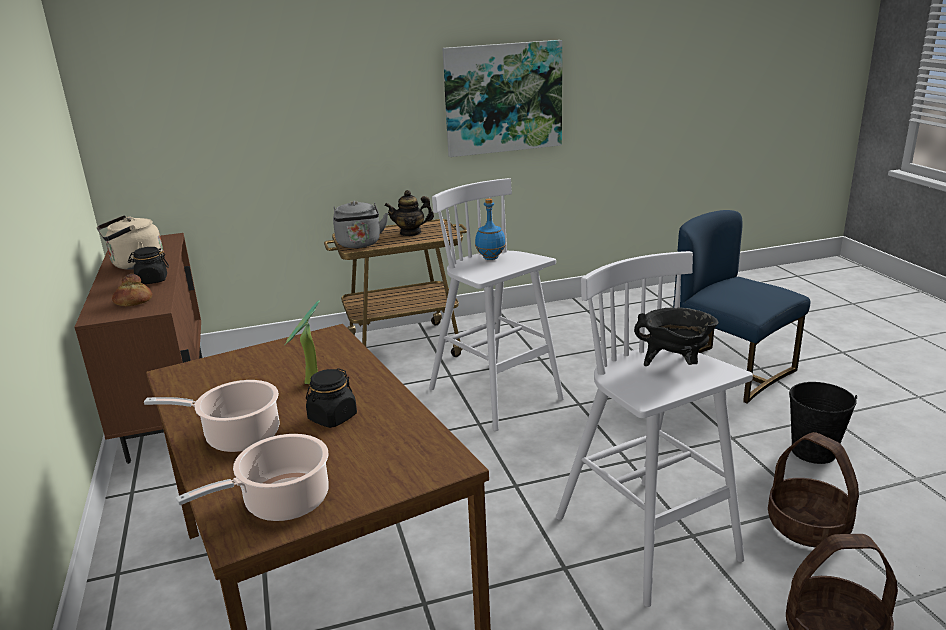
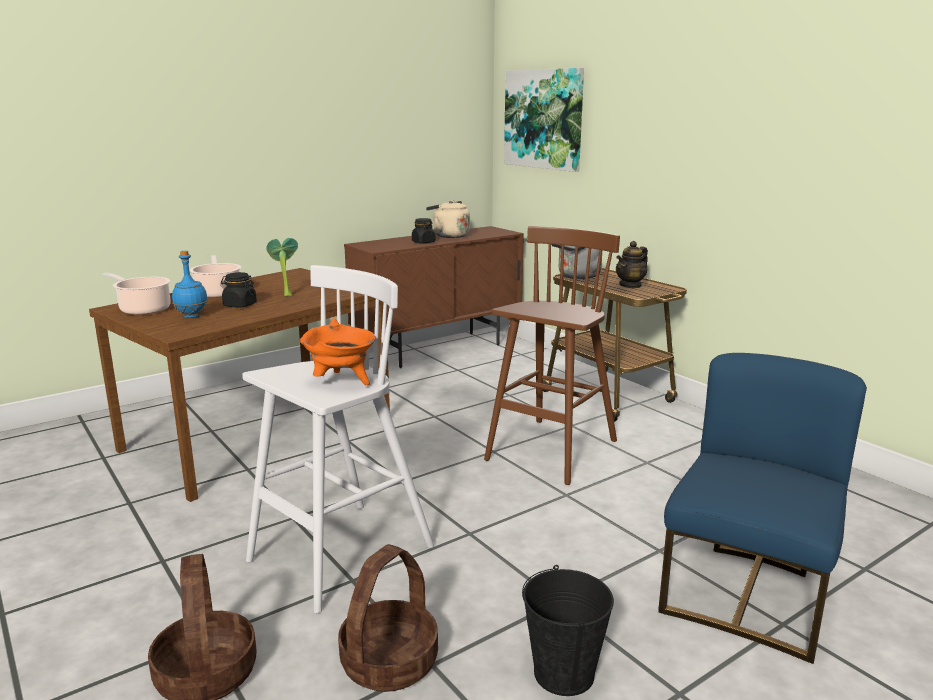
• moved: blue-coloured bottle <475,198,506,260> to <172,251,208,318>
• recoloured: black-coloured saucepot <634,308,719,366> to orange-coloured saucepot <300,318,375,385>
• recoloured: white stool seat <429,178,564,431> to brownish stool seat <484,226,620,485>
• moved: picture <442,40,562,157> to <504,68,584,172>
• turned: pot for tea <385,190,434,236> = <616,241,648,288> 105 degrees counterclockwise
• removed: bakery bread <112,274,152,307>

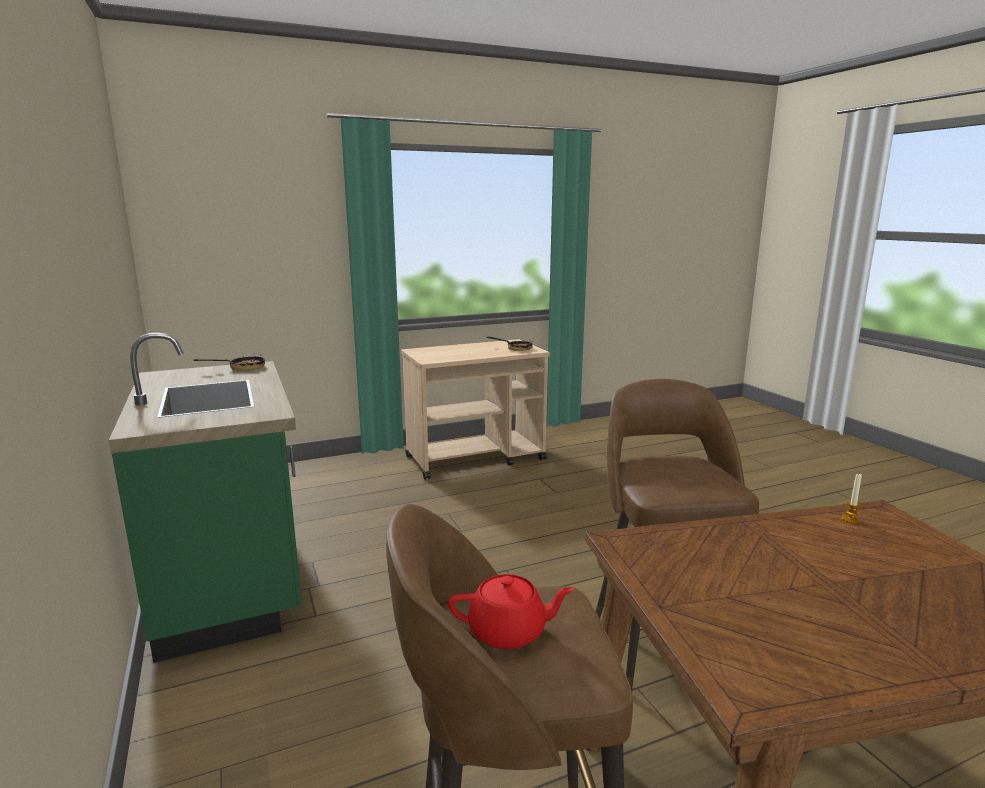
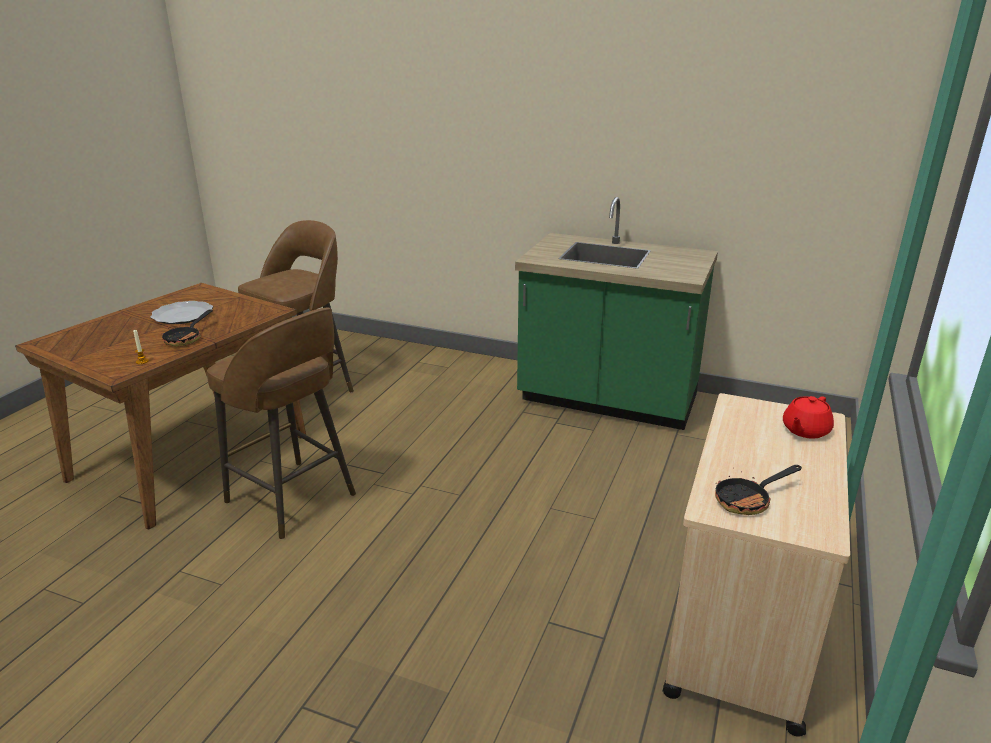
• added: plate <151,301,213,324>
• moved: pan <194,354,265,371> to <162,309,212,347>
• moved: red-coloured pot for tea <448,574,574,649> to <783,396,834,439>

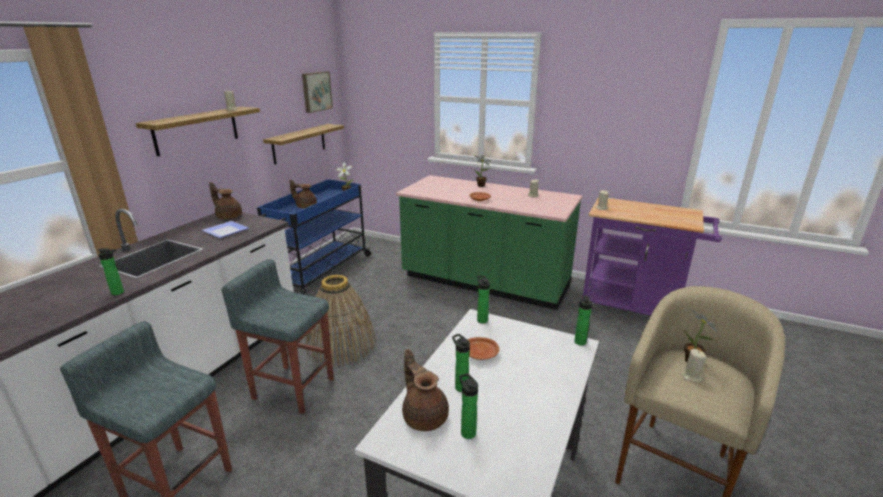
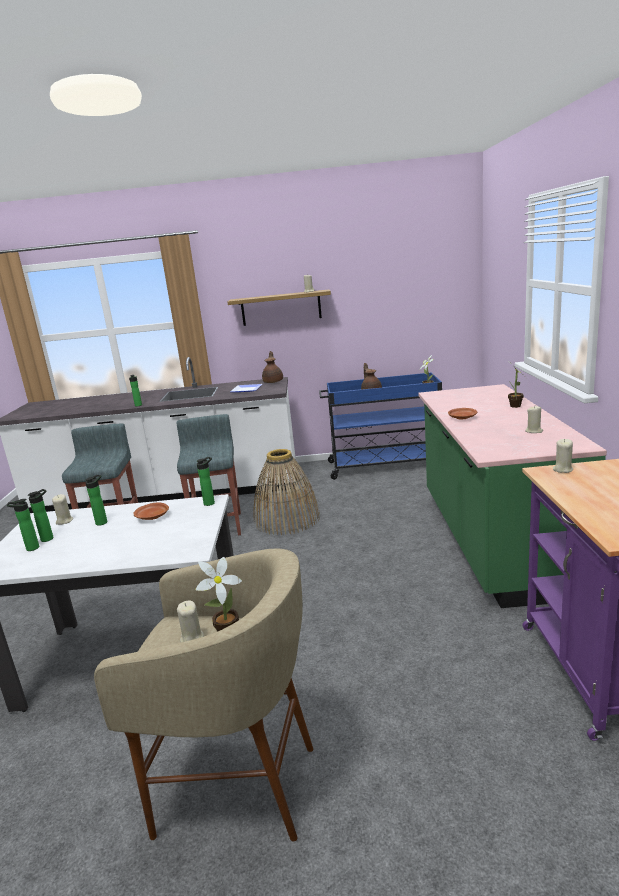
• moved: bottle <574,295,593,346> to <7,499,39,551>
• replaced: brownish pot for tea <402,349,449,431> to beige wax light <52,494,73,525>
• removed: wall shelf <263,124,344,164>
• removed: picture <302,72,333,113>

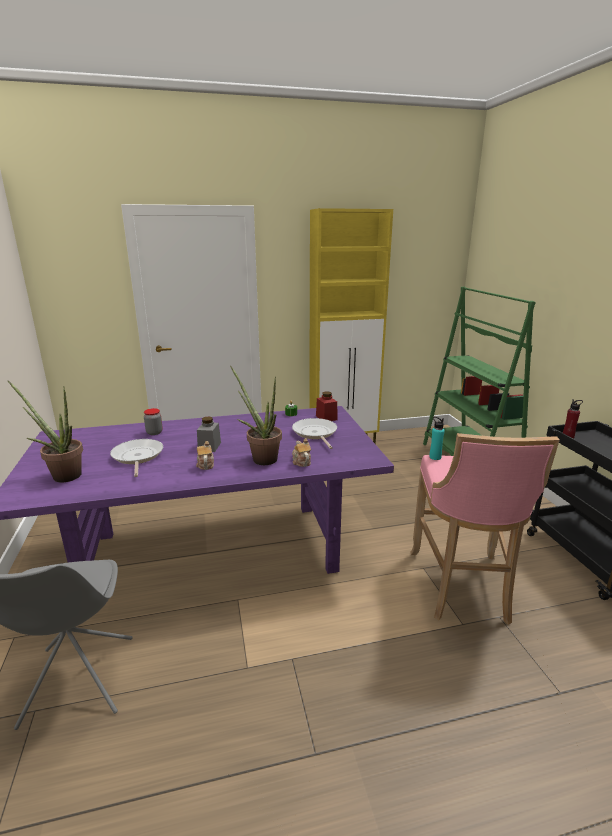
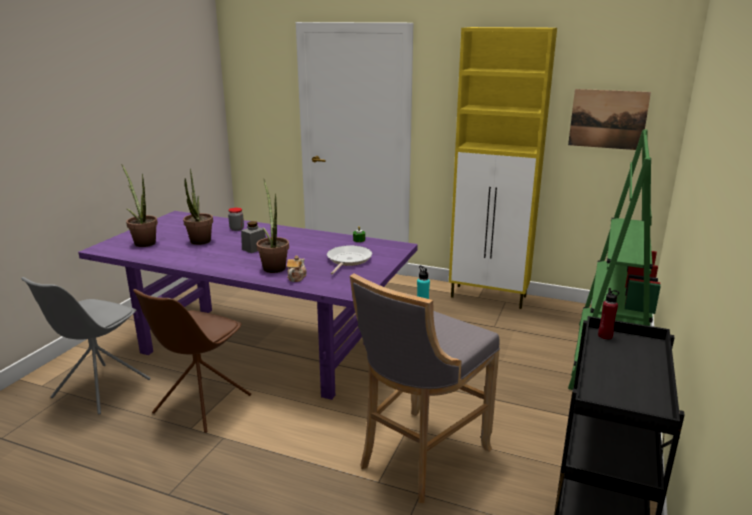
• added: brownish upright chair <133,289,251,433>
• replaced: pan <110,439,163,477> to houseplant <183,169,213,245>
• recoloured: pink-coloured stool seat <411,433,560,625> to gray stool seat <350,273,500,503>
• added: picture <568,89,651,150>
• removed: pot for tea <196,441,214,470>
• removed: red-coloured preserve jar <316,391,338,421>

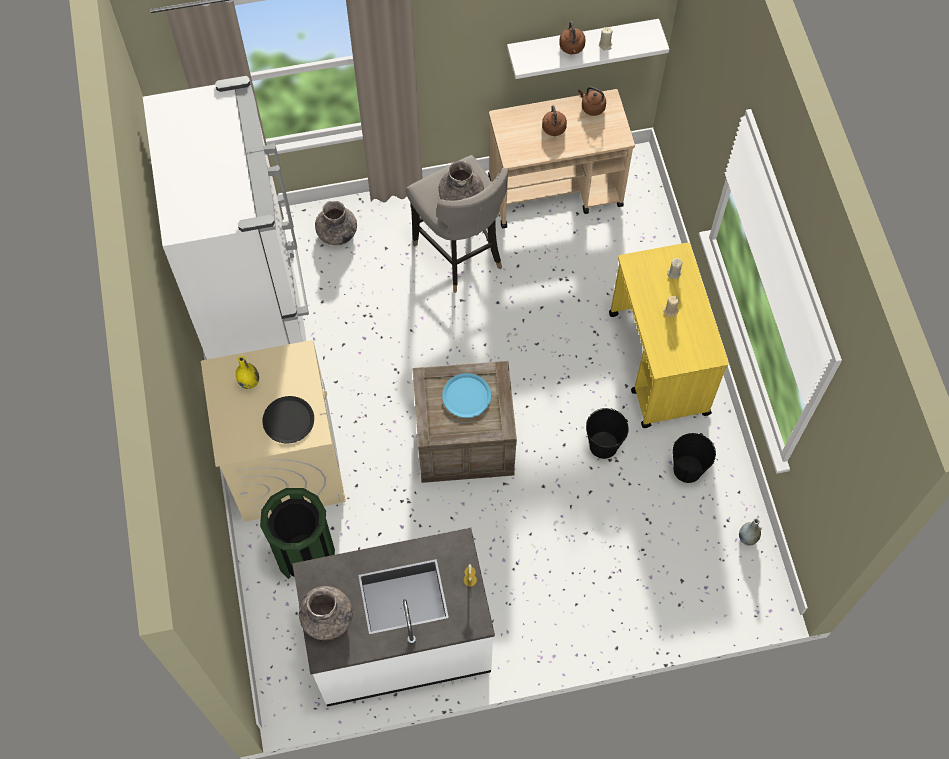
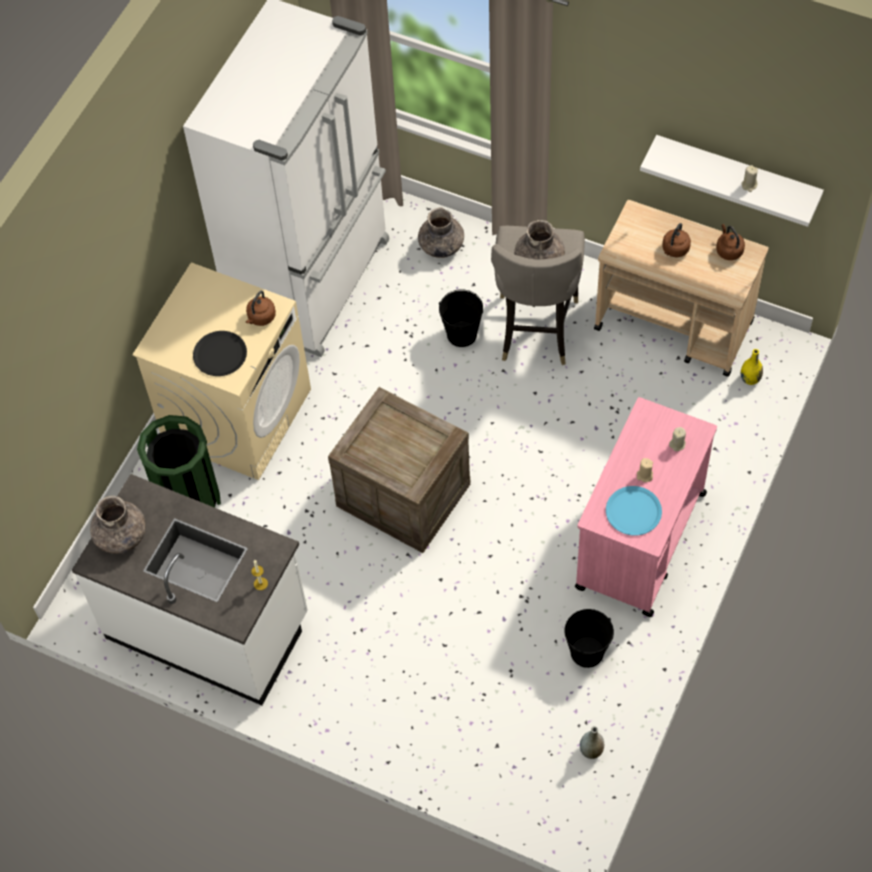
• moved: brownish tea kettle <559,21,585,54> to <246,291,276,326>
• moved: black-coloured water bucket <586,408,629,459> to <439,289,483,347>
• recoloured: yellow wheeled cart <609,242,729,428> to pink-coloured wheeled cart <575,397,717,617>
• moved: blue-coloured plate <442,373,491,418> to <606,486,662,536>
• moved: yellow decorative vase <236,356,259,389> to <740,349,763,385>

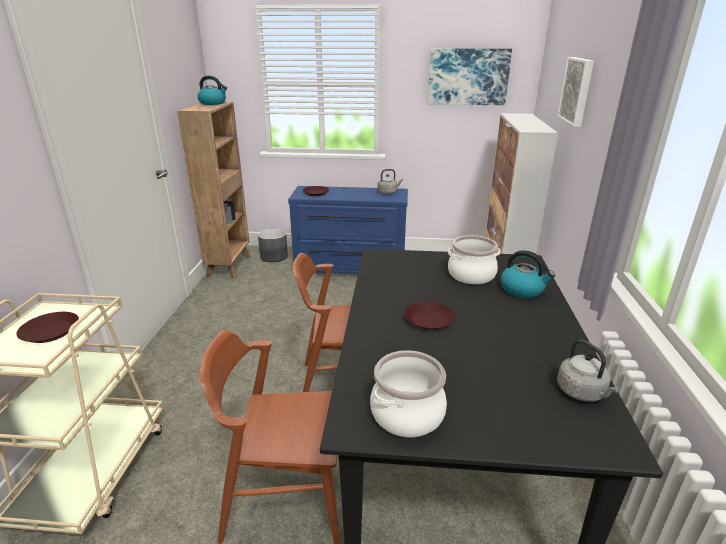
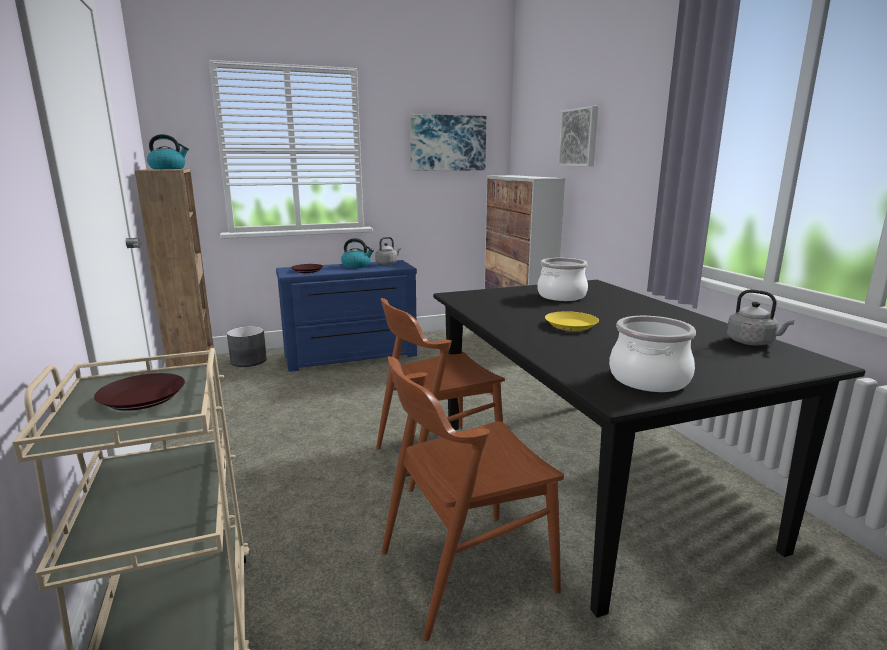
• moved: tea kettle <501,250,555,298> to <341,238,374,268>
• recoloured: brownish plate <404,301,455,330> to yellow plate <545,311,599,331>

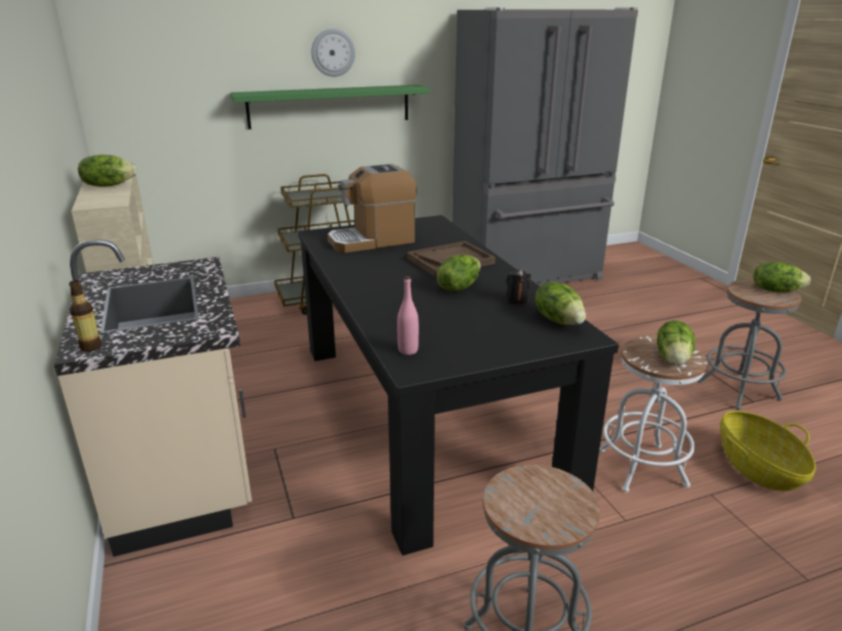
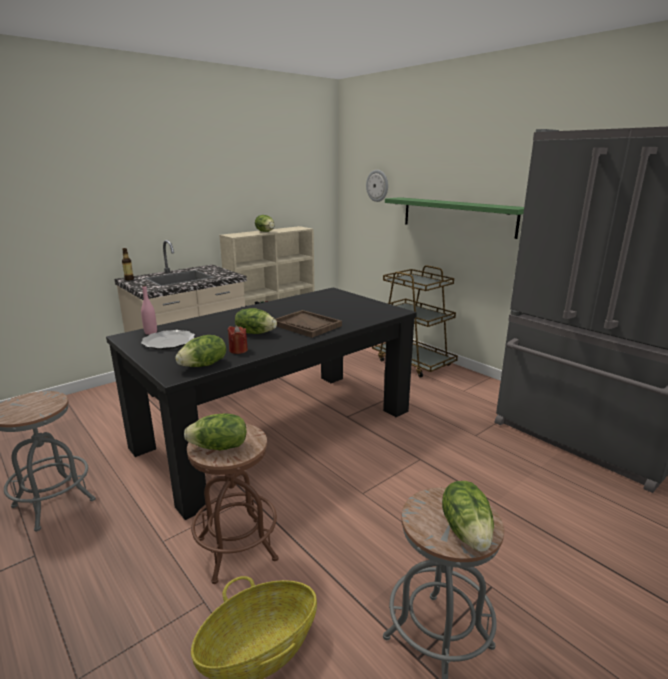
• added: plate <141,330,195,350>
• recoloured: white stool seat <599,336,707,492> to brownish stool seat <187,423,279,584>
• recoloured: black-coloured wax light <506,269,532,305> to red-coloured wax light <227,326,248,354>
• moved: clock on the wall <311,29,355,77> to <366,170,388,202>
• removed: coffee machine <328,164,417,253>

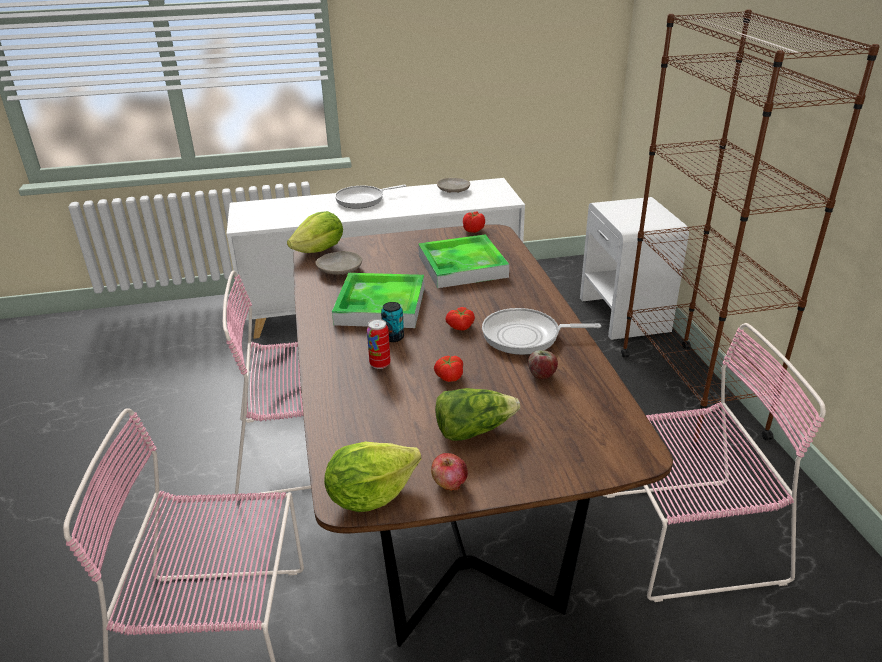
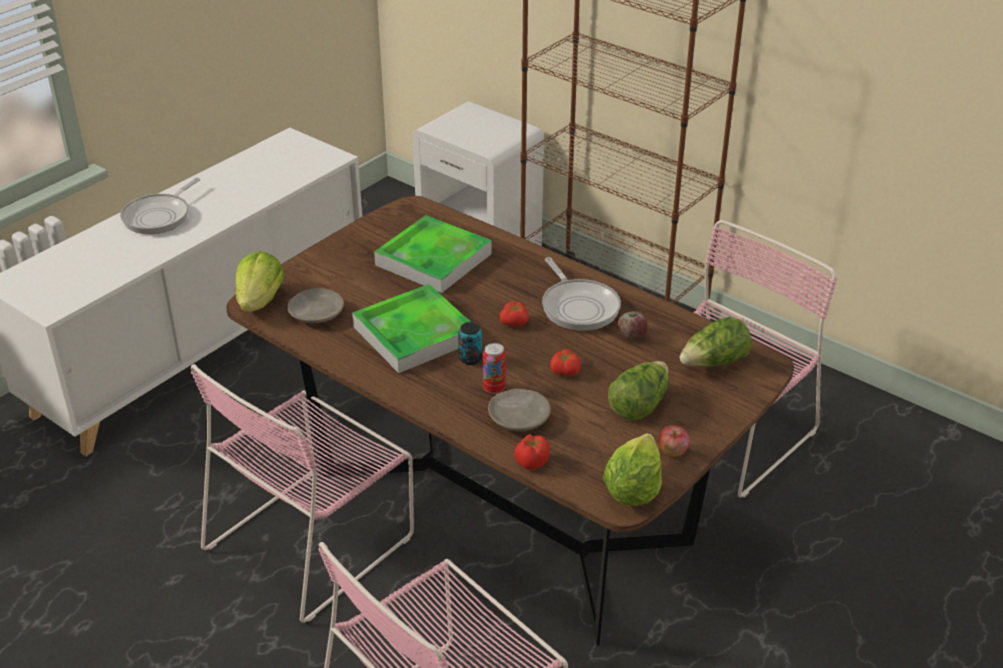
• moved: beige plate <437,178,470,193> to <488,389,551,431>
• moved: whole tomato <463,211,485,233> to <514,434,550,470>
• turned: pan <482,308,601,355> = <542,257,621,331> 75 degrees counterclockwise
• added: lettuce <680,317,752,367>

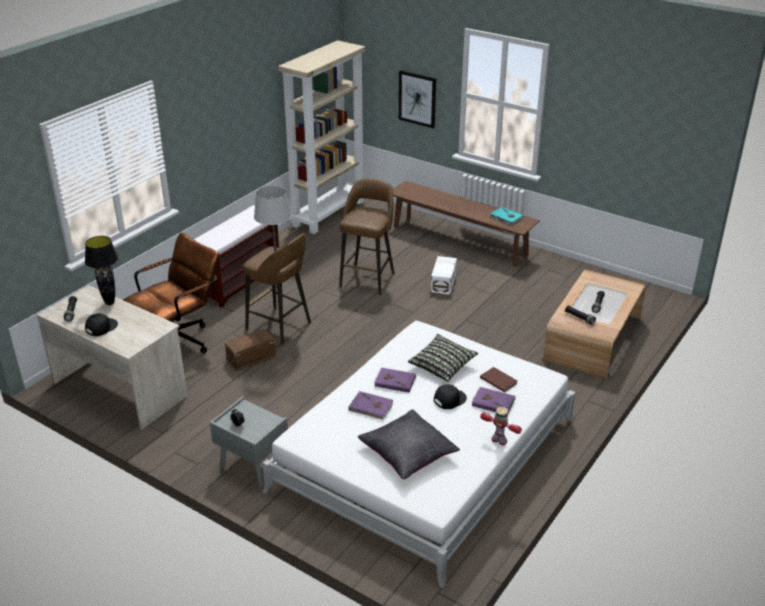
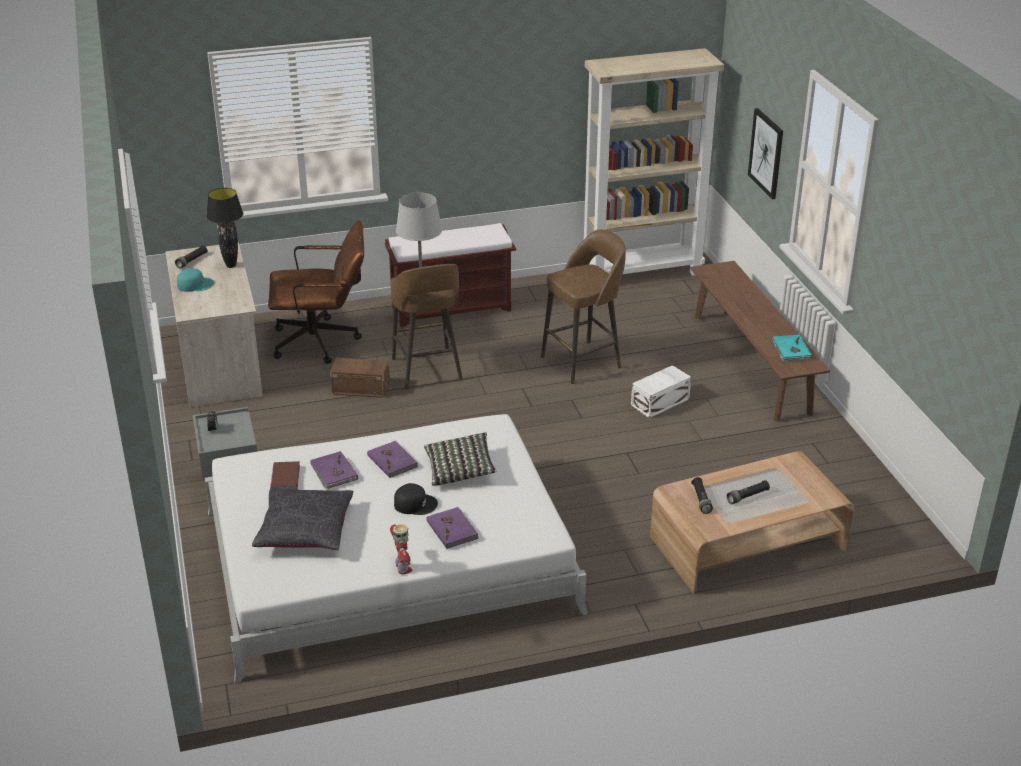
• recoloured: black-coloured baseball cap <85,313,118,336> to turquoise baseball cap <177,268,214,292>
• moved: brownish book <480,367,517,392> to <270,461,300,490>

